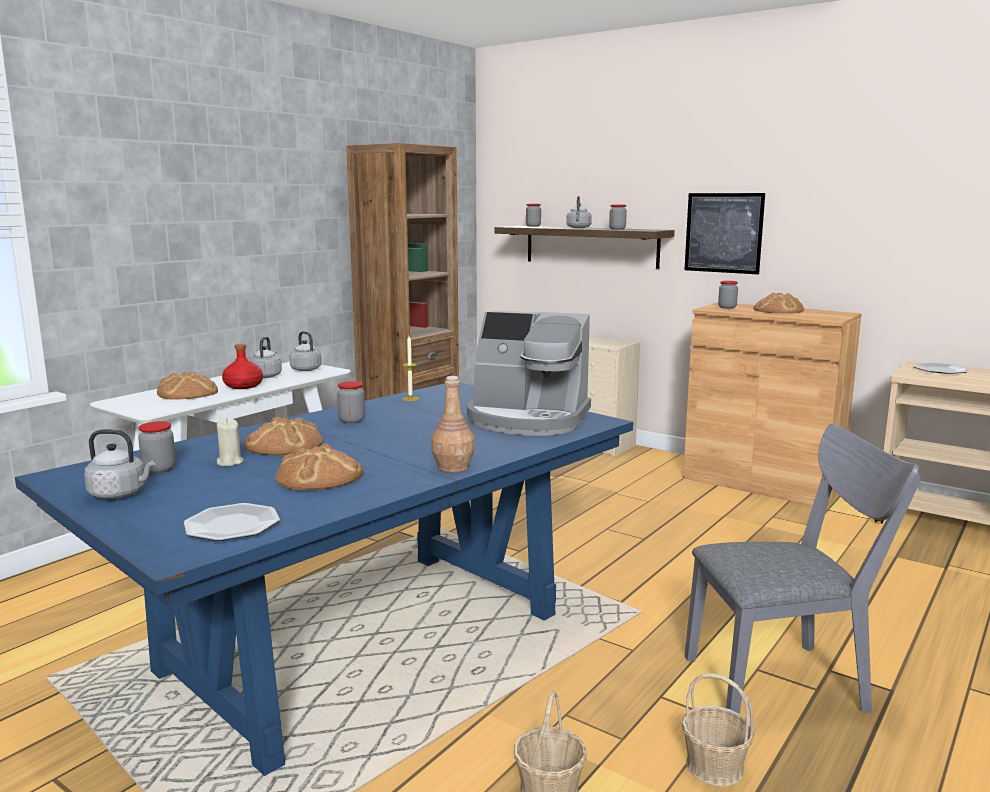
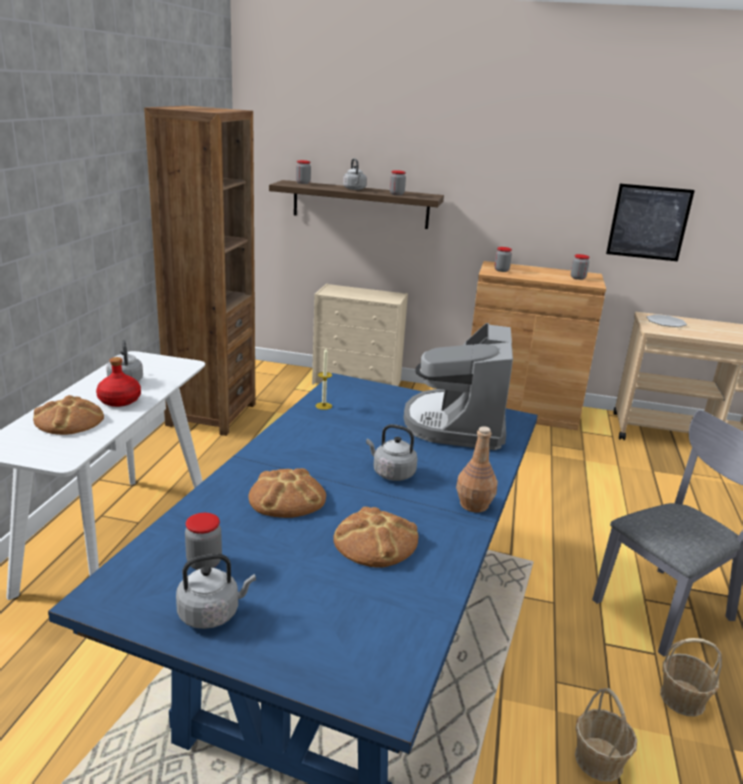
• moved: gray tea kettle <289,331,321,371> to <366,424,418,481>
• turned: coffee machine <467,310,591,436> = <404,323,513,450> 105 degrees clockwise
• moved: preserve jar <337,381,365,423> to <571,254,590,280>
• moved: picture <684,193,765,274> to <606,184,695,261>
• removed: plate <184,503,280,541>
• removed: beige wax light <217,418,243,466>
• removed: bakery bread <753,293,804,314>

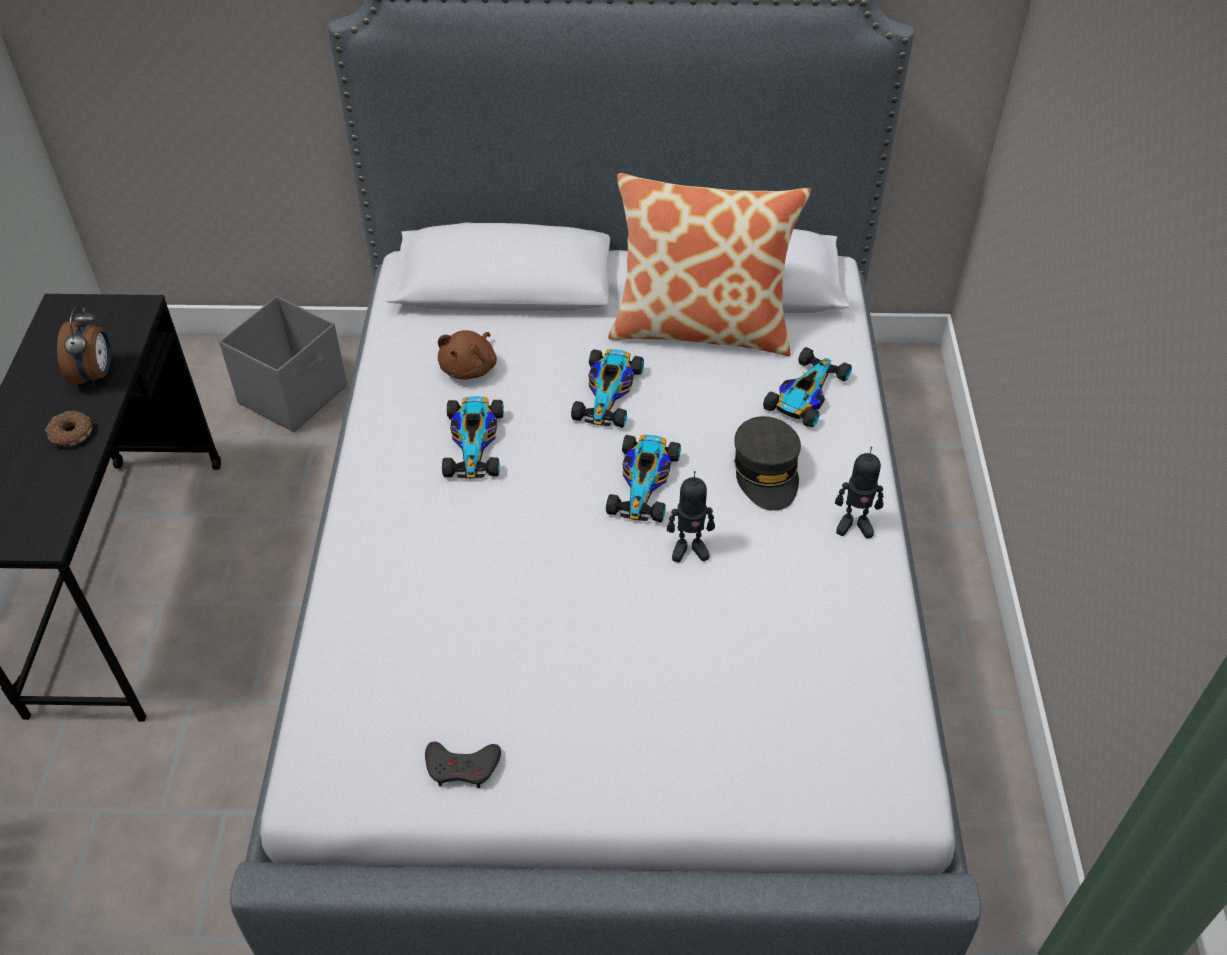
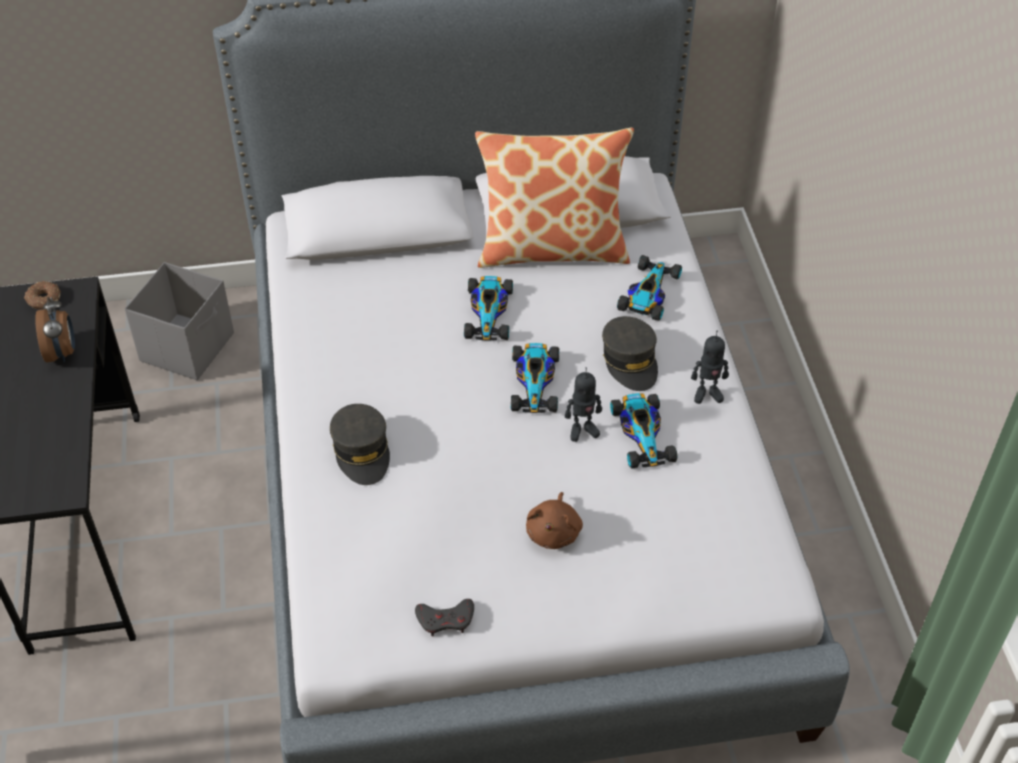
• moved: doughnut <45,411,93,447> to <24,281,61,309>
• added: gray baseball cap <330,404,390,485>
• moved: brownish cuddly toy <438,330,497,380> to <526,492,583,549>
• moved: miniature car <442,397,504,478> to <610,393,677,469>

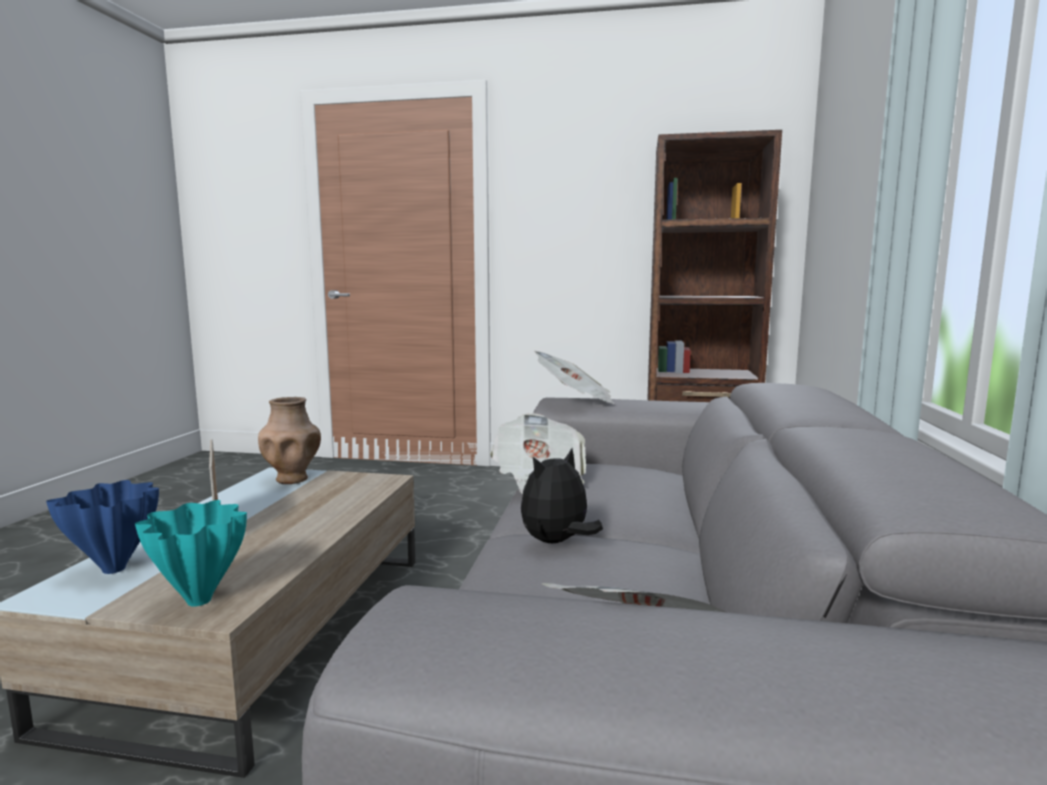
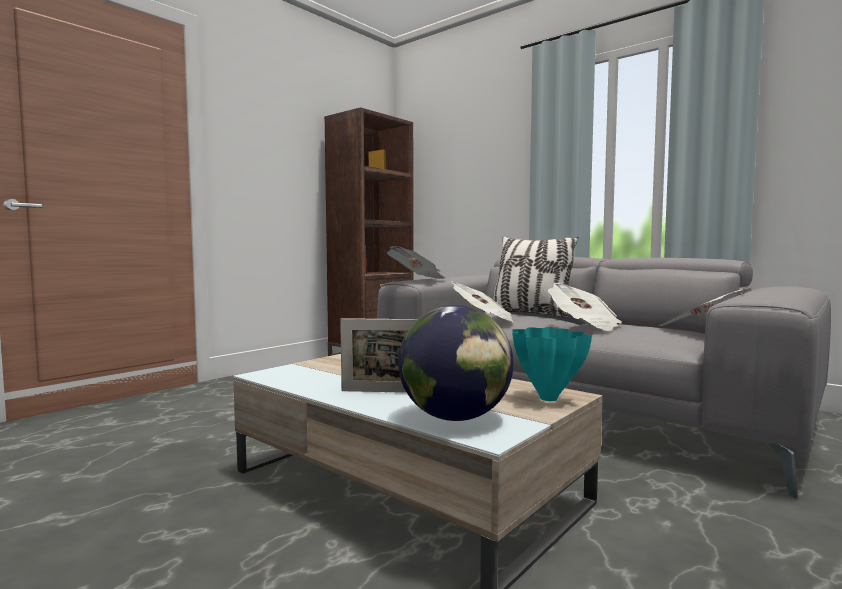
• replaced: blue-coloured decorative vase <46,480,159,574> to desk globe <398,305,514,421>
• added: throw pillow <490,237,579,317>
• replaced: cuddly toy <521,448,603,543> to daily paper <548,283,622,331>
• removed: brownish decorative vase <258,397,321,484>

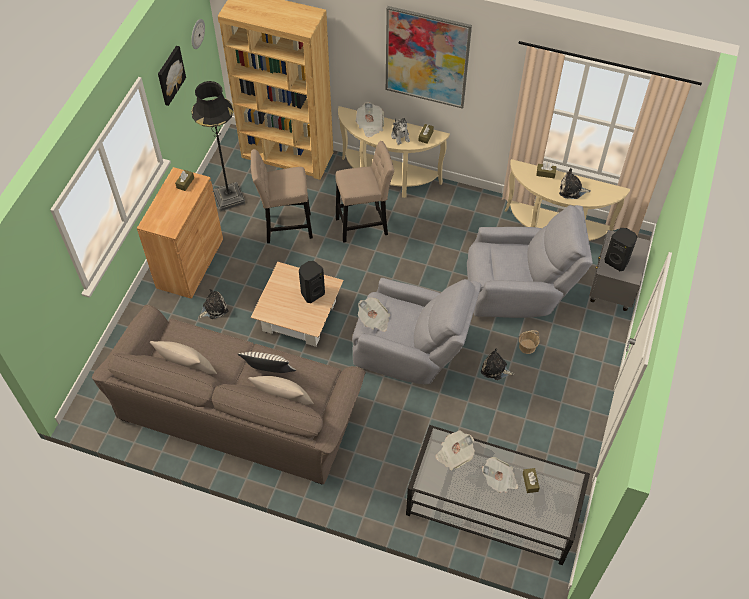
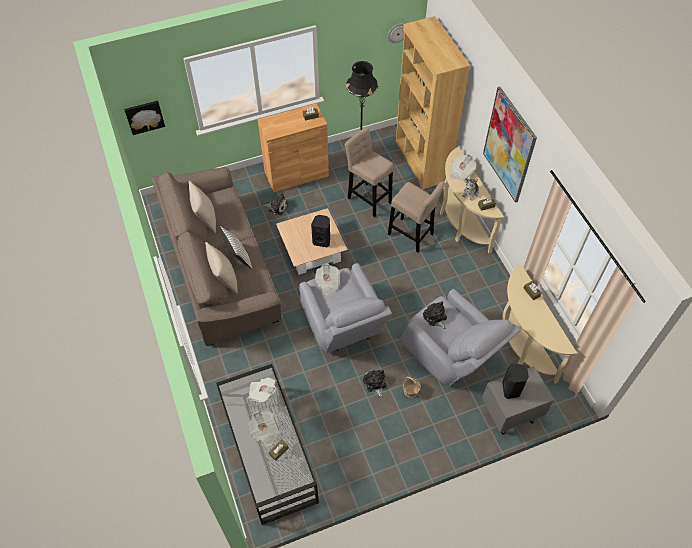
• moved: picture <158,46,186,106> to <124,100,165,135>
• moved: cuddly toy <559,168,591,199> to <423,301,447,329>

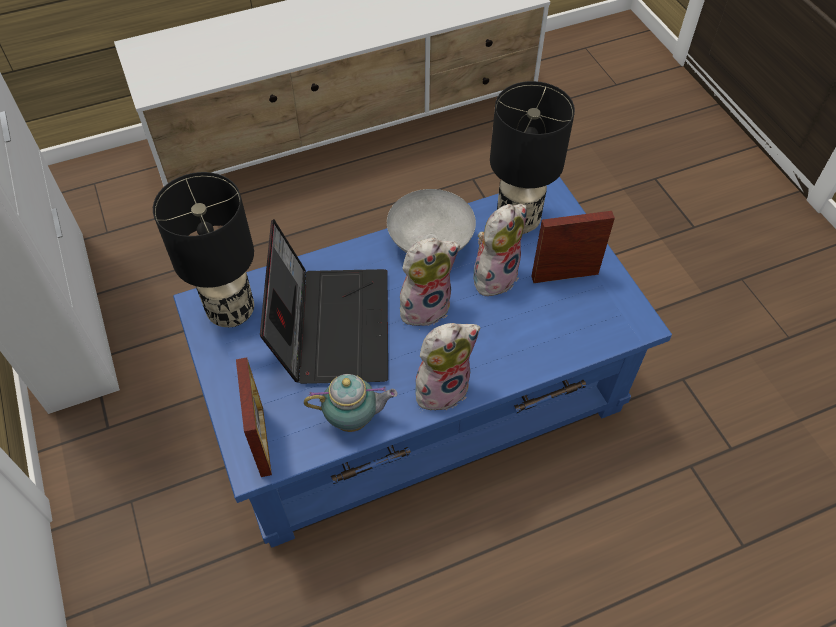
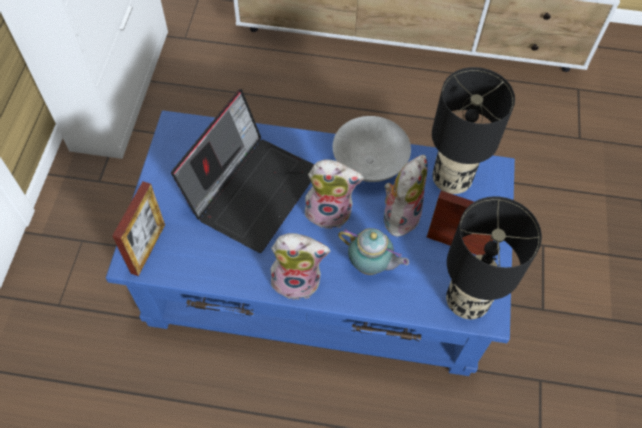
• moved: pot for tea <304,374,398,432> to <338,228,409,275>
• turned: cuddly toy <473,204,527,297> = <384,155,428,241> 45 degrees counterclockwise
• moved: black-coloured lamp for a table <153,172,254,327> to <446,196,542,319>

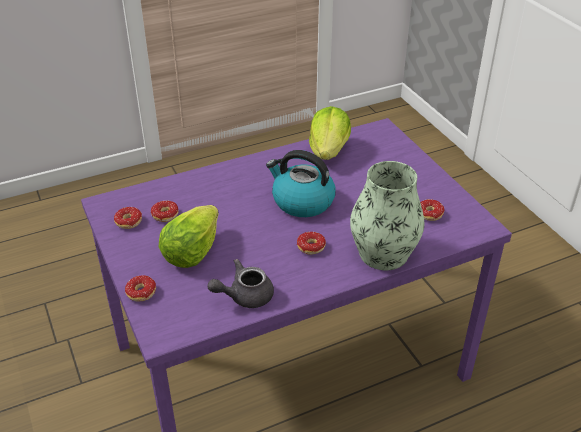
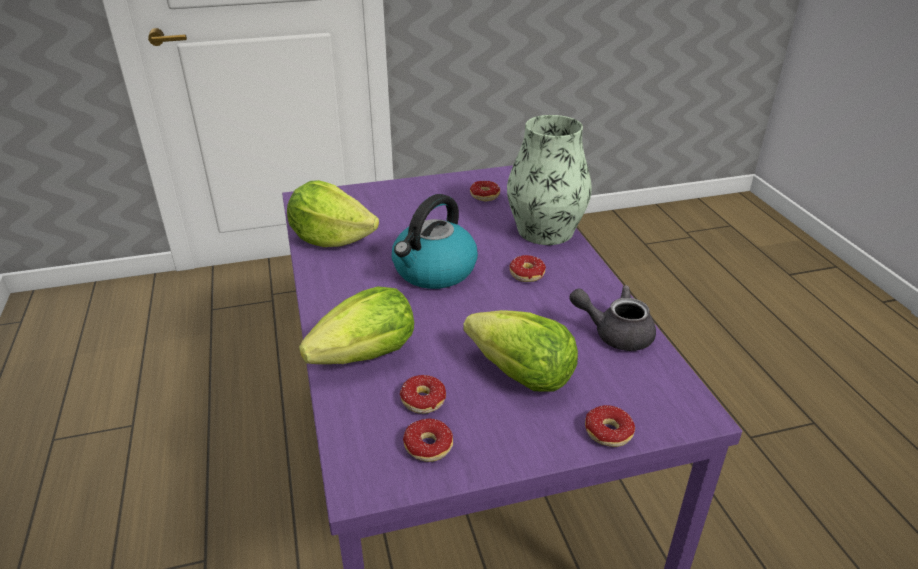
• added: lettuce <299,286,414,364>
• turned: gray pot for tea <208,259,274,308> = <569,285,656,351> 120 degrees clockwise

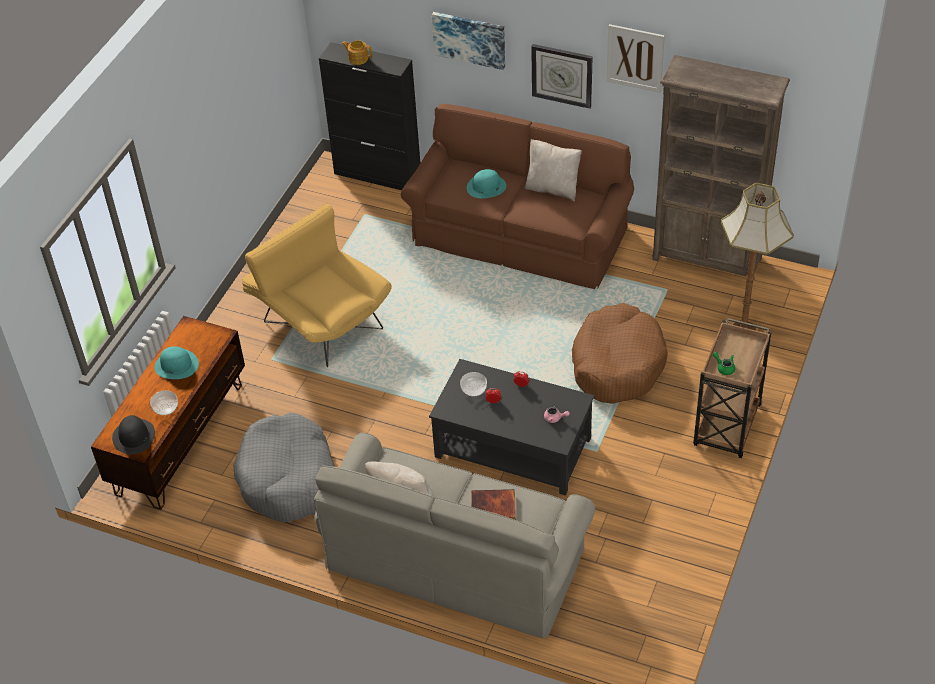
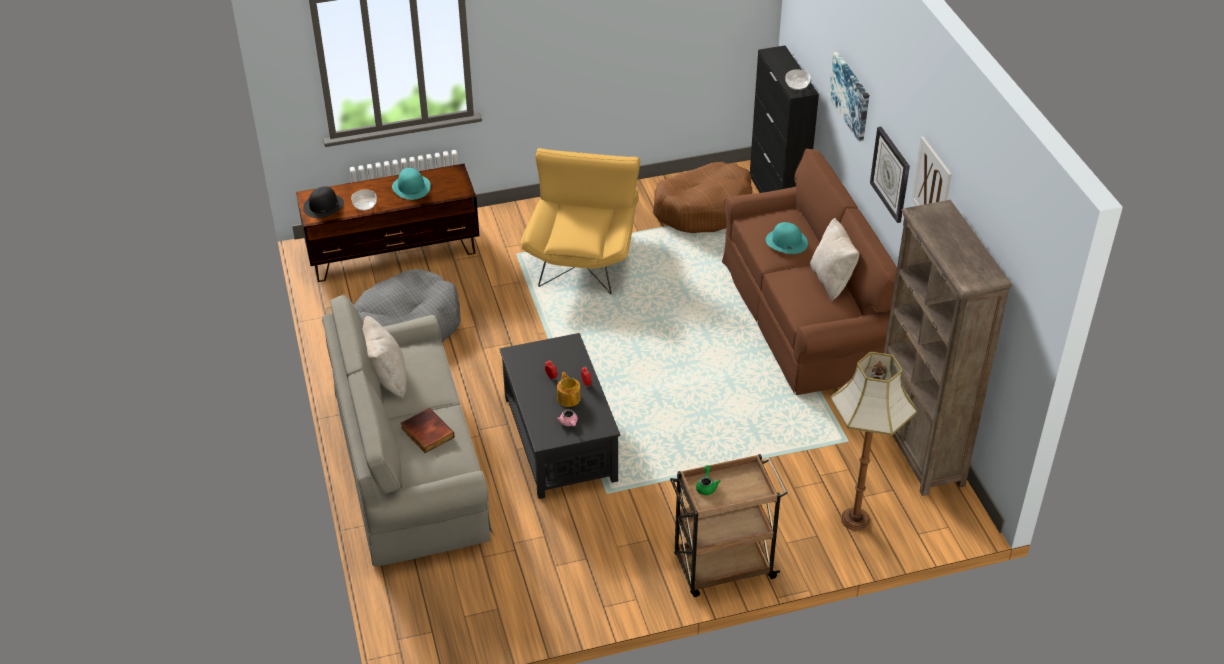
• moved: pot for tea <342,40,372,65> to <557,372,581,407>
• moved: brownish dog bed <572,303,668,404> to <653,162,752,233>
• moved: deep dish <460,372,487,397> to <786,69,811,90>

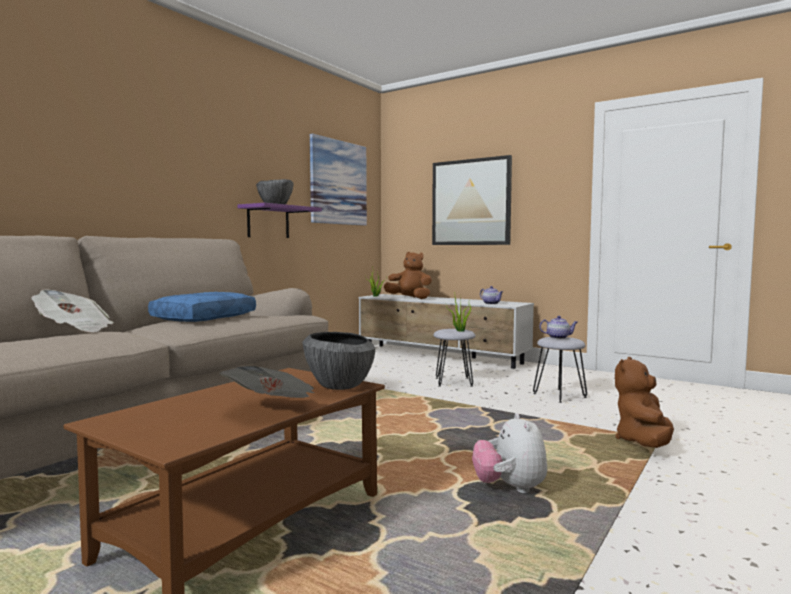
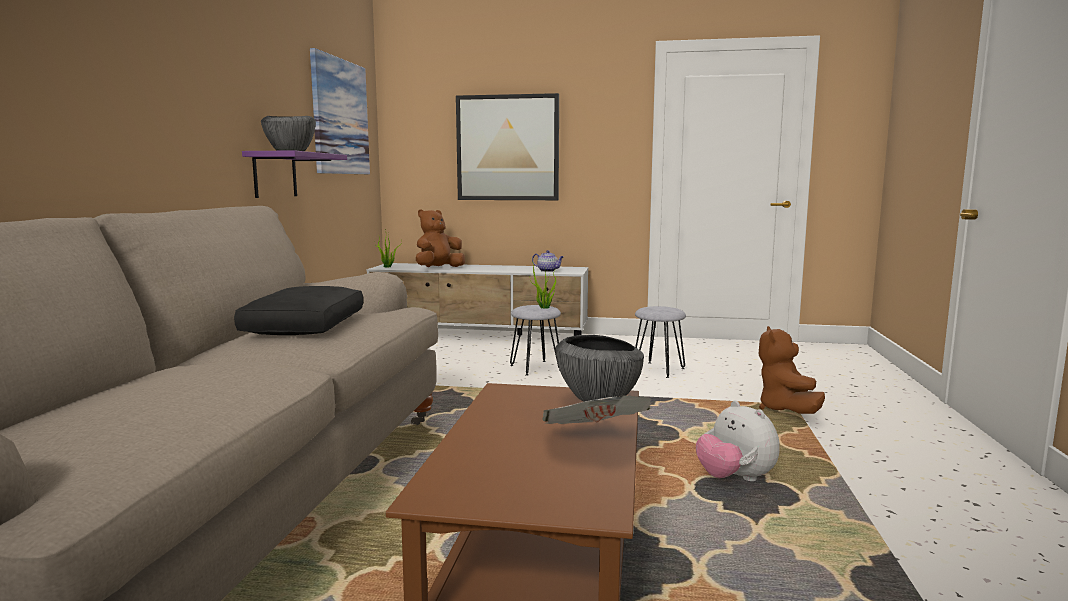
• recoloured: blue-coloured throw pillow <148,292,256,322> to black-coloured throw pillow <234,286,363,335>
• turned: brownish cuddly toy <384,252,432,299> = <416,209,465,267> 45 degrees counterclockwise
• removed: daily paper <31,289,114,333>
• removed: pot for tea <539,316,578,339>

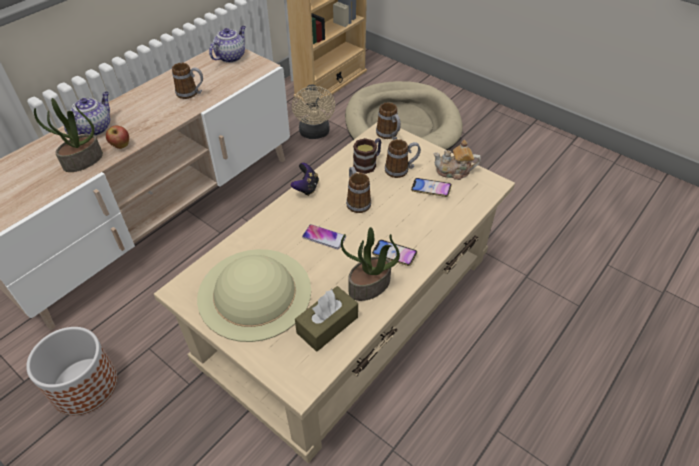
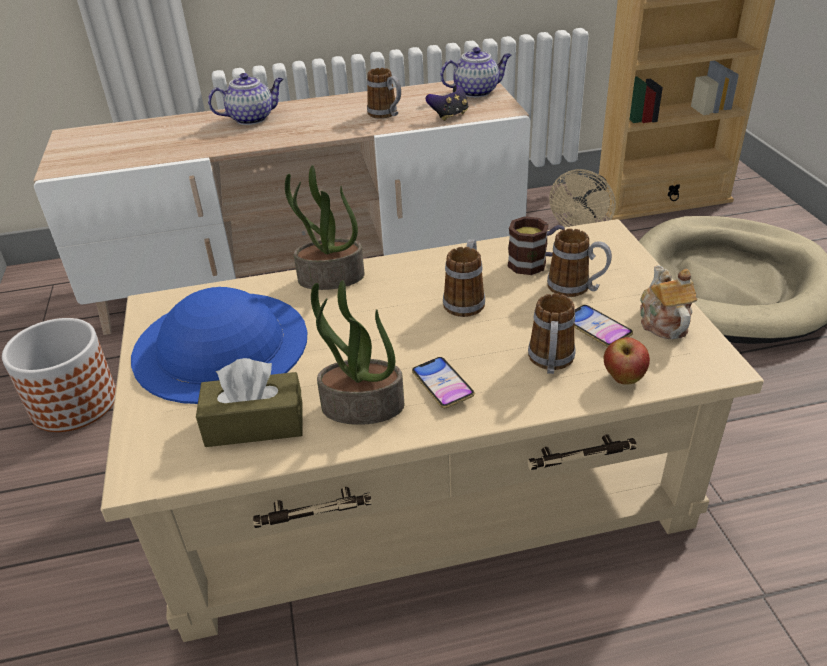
• recoloured: beige wearable hat <197,249,311,342> to blue-coloured wearable hat <131,287,307,404>
• moved: houseplant <34,98,103,172> to <285,165,365,290>
• moved: game controller <291,163,319,196> to <426,85,468,121>
• moved: tea mug <376,102,401,140> to <528,293,575,374>
• moved: apple <106,126,129,149> to <604,337,650,384>
• turned: pot for tea <433,140,481,180> = <640,265,697,339> 45 degrees clockwise
• removed: telephone <302,224,346,249>

